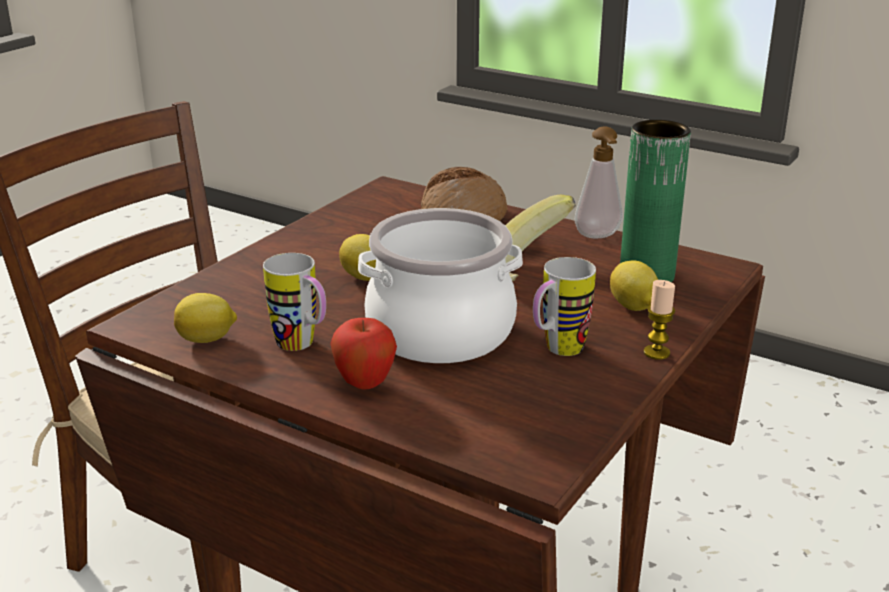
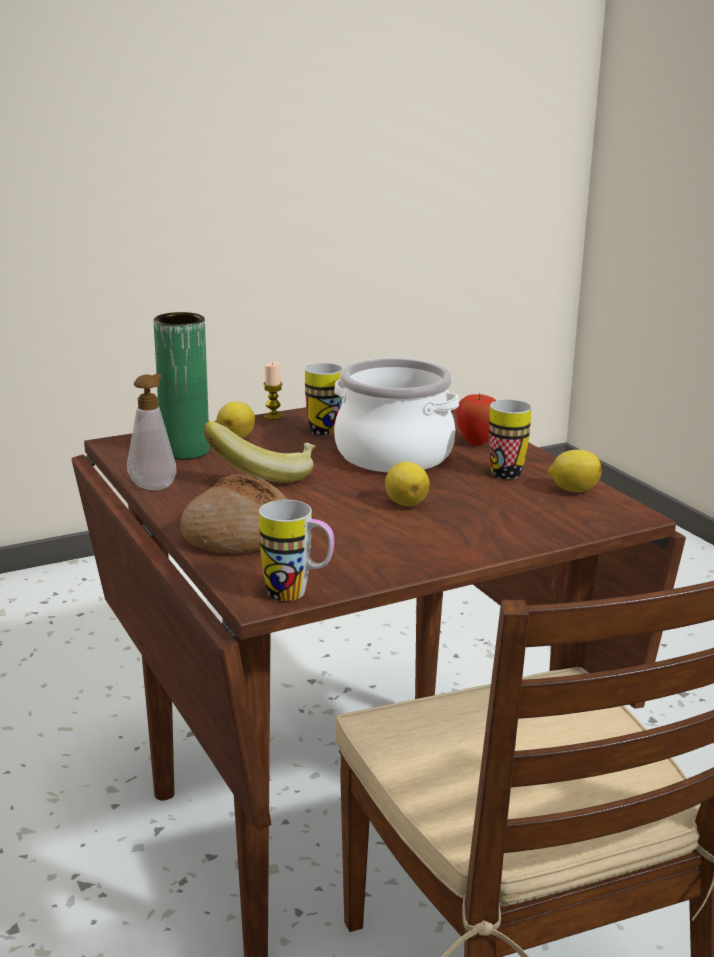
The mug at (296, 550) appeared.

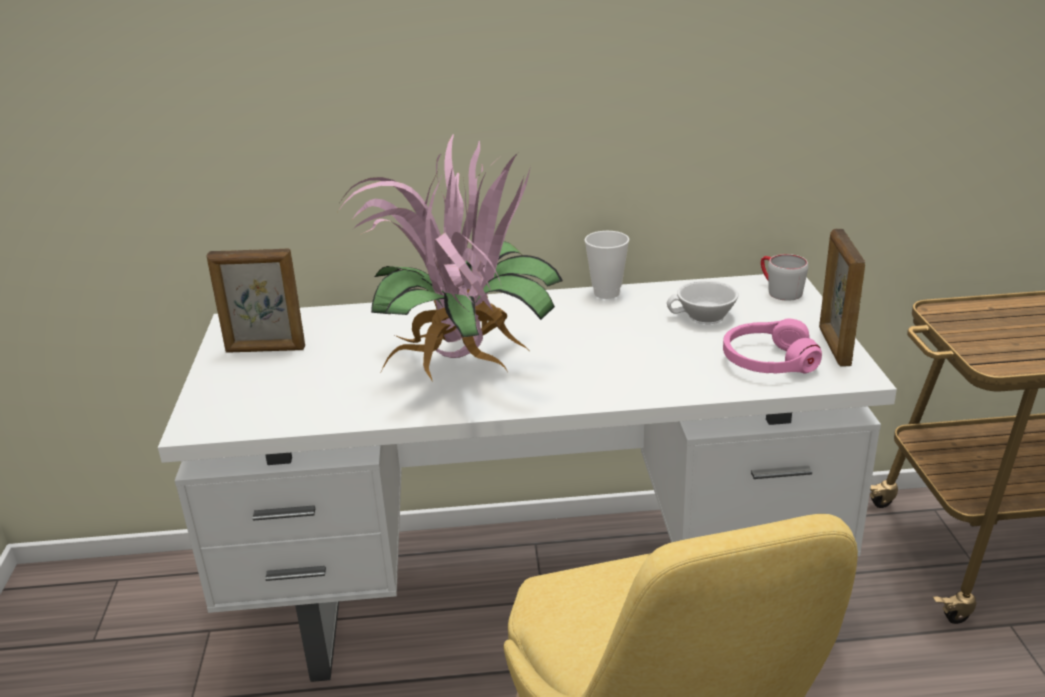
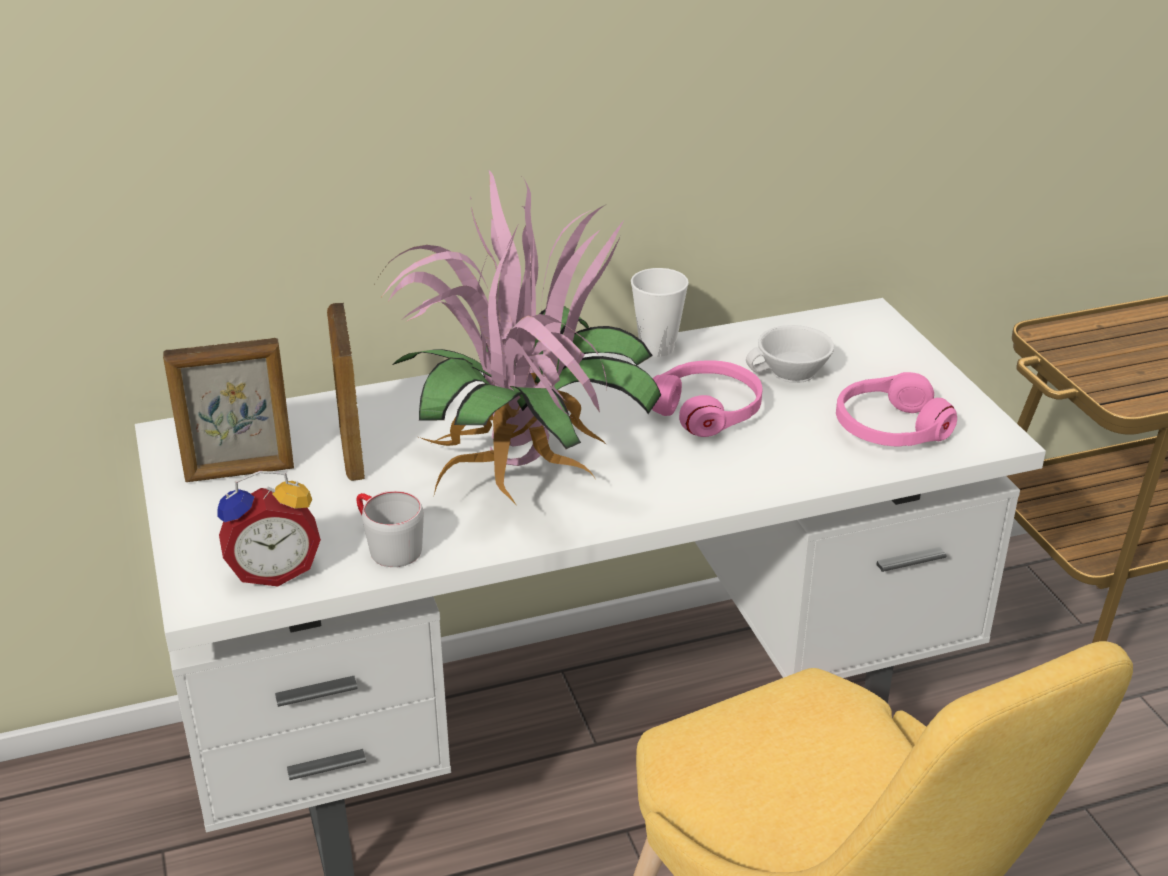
The photo frame moved from (842, 297) to (346, 392).
The greyish mug moved from (784, 277) to (390, 529).
The pink pair of headphones at (707, 398) appeared.
The bedside clock at (269, 528) appeared.

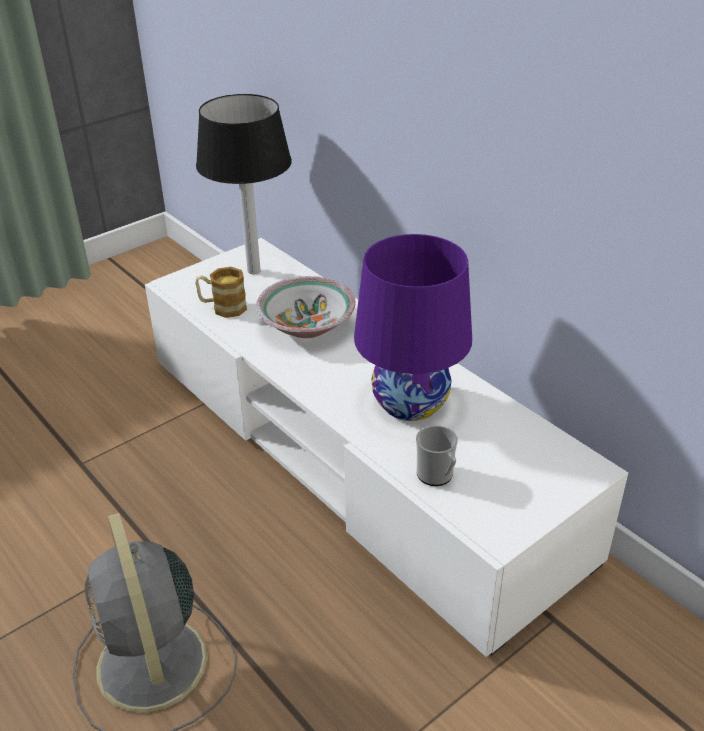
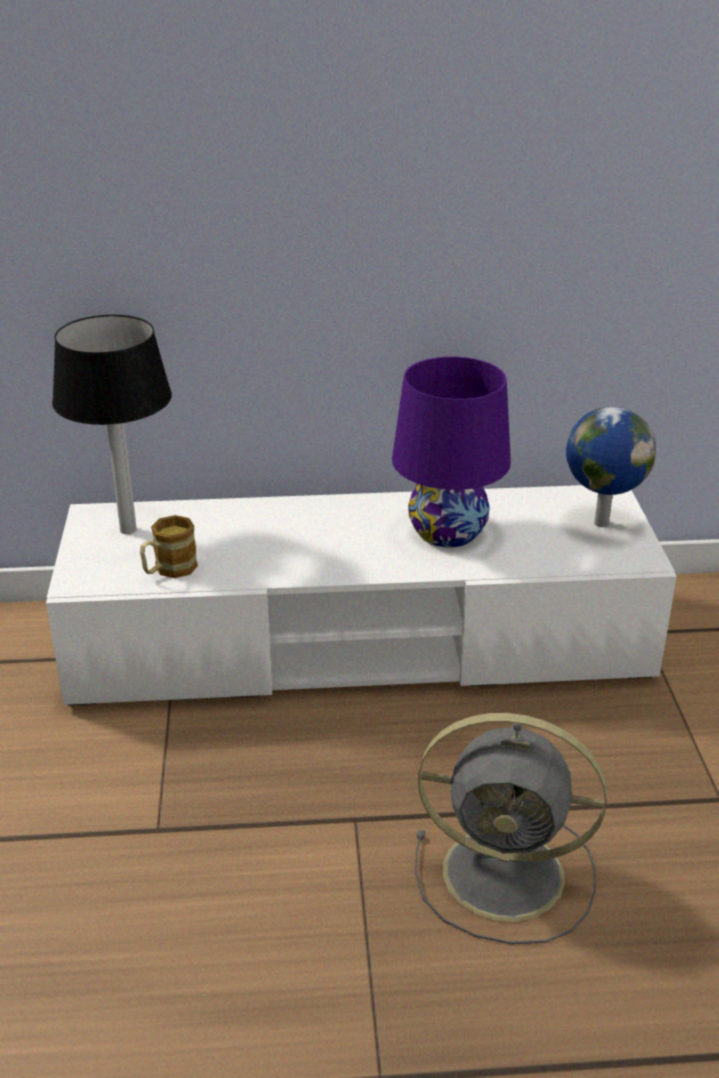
The deep dish at (306, 307) disappeared.
The mug at (436, 455) disappeared.
The globe at (611, 466) appeared.

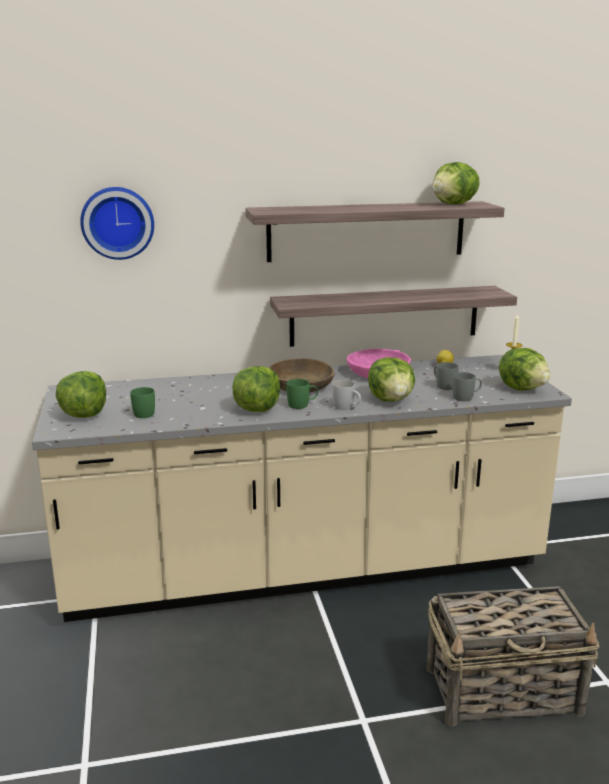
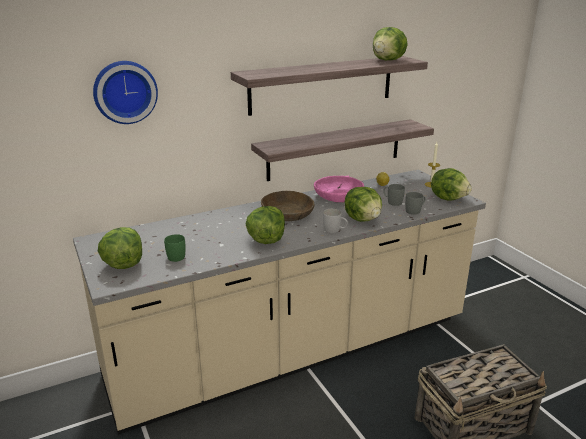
The greenish mug at (302, 394) disappeared.

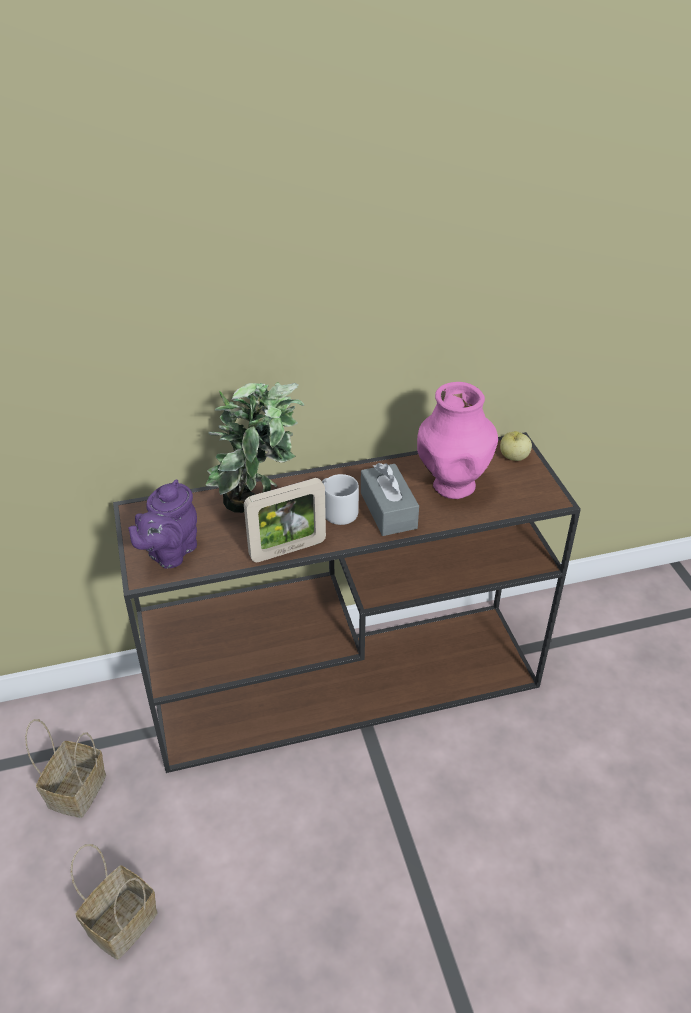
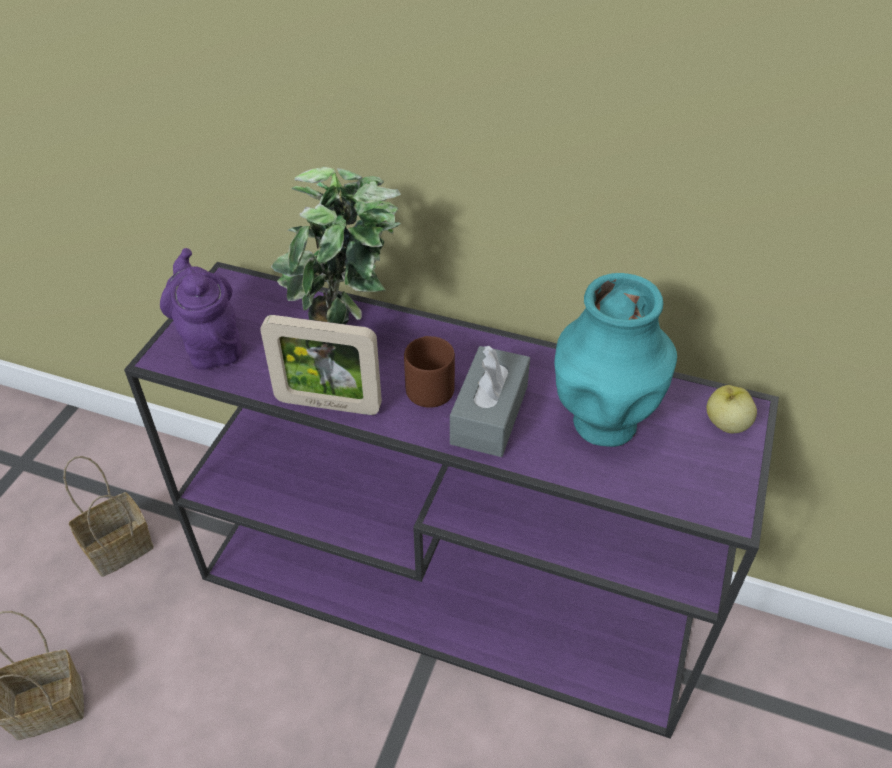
The pink flower vase at (457, 440) became the blue-green flower vase at (615, 360).
The brownish console table at (347, 602) became the purplish console table at (451, 500).
The greyish mug at (340, 499) became the brownish mug at (429, 372).
The purplish pot for tea at (162, 524) turned 90 degrees clockwise.

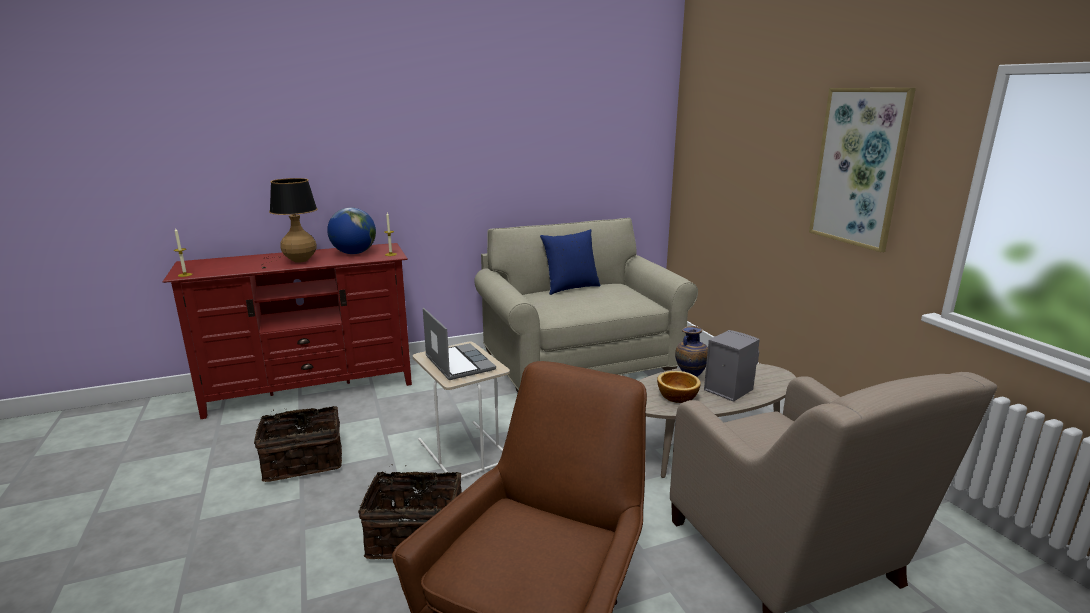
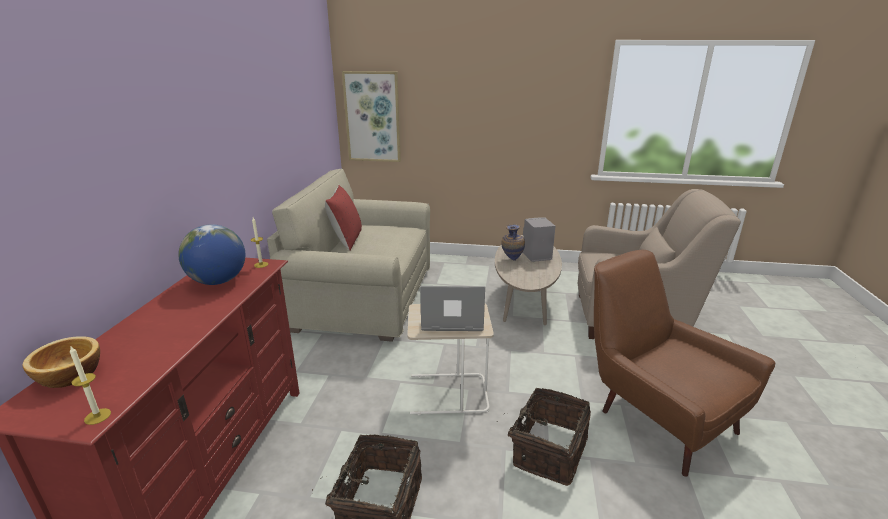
The wall art moved from (862, 170) to (371, 116).
The table lamp at (290, 223) disappeared.
The bluish pillow at (570, 262) became the red pillow at (343, 218).
The deep dish moved from (679, 387) to (61, 362).

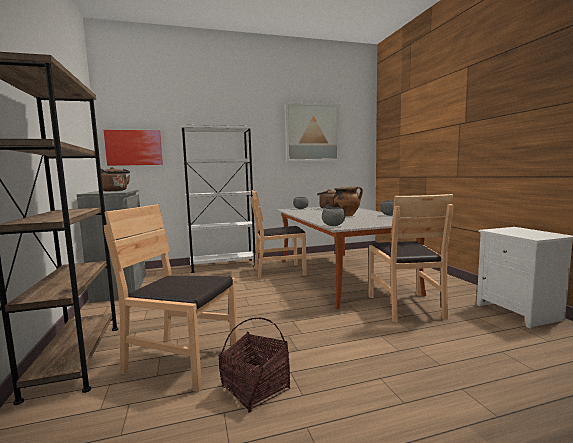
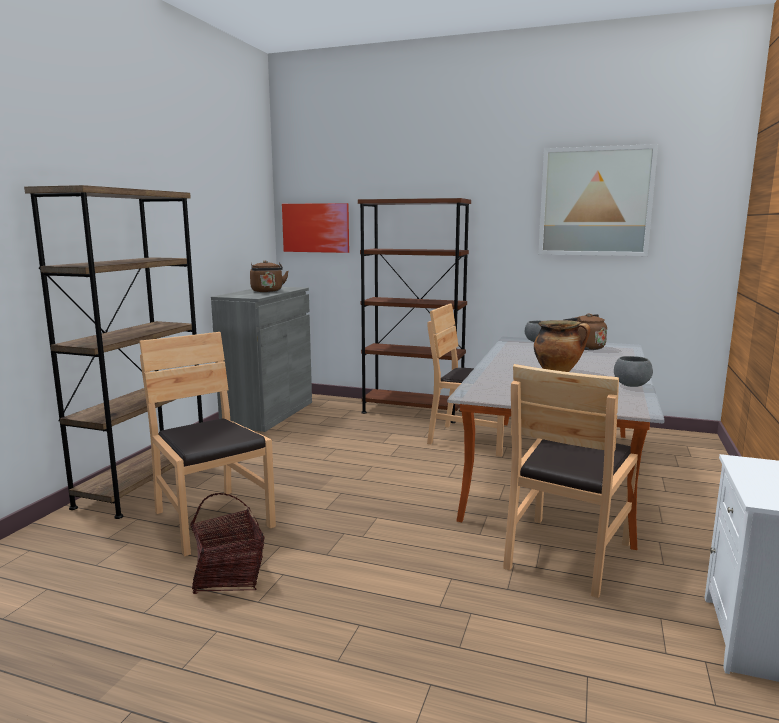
The white-coloured bookcase at (217, 199) became the brownish bookcase at (414, 310).
The greyish deep dish at (333, 217) disappeared.

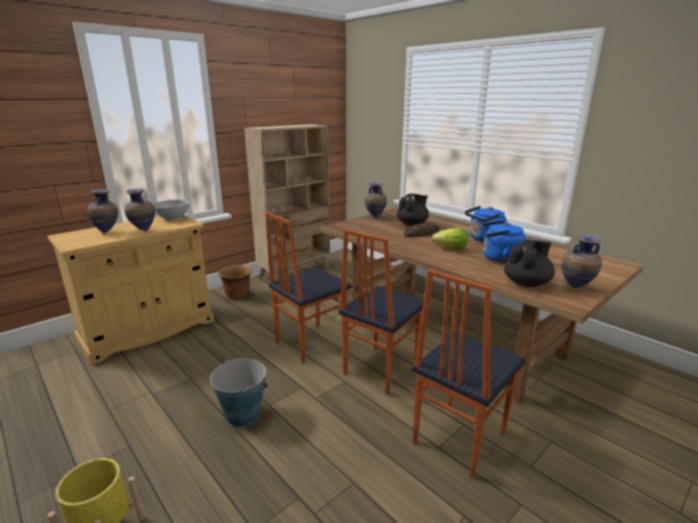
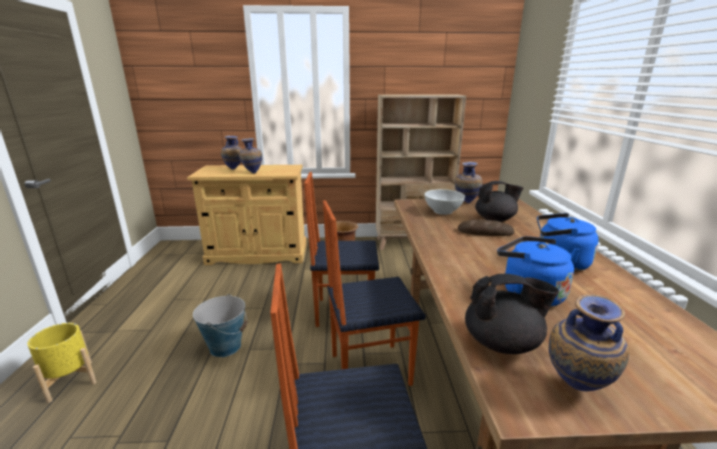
The white-coloured deep dish moved from (171, 210) to (444, 202).
The lettuce at (449, 238) disappeared.

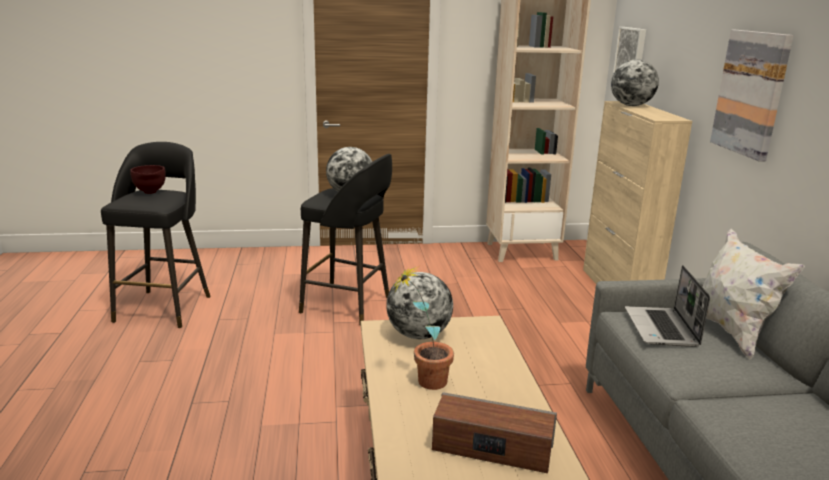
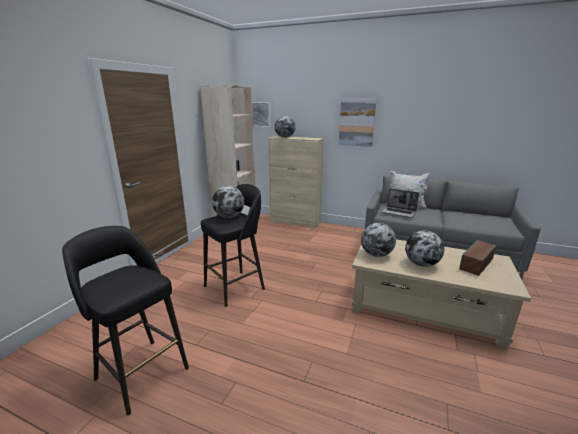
The brownish deep dish at (148, 179) disappeared.
The plant in a pot at (423, 328) was replaced by the globe at (424, 249).

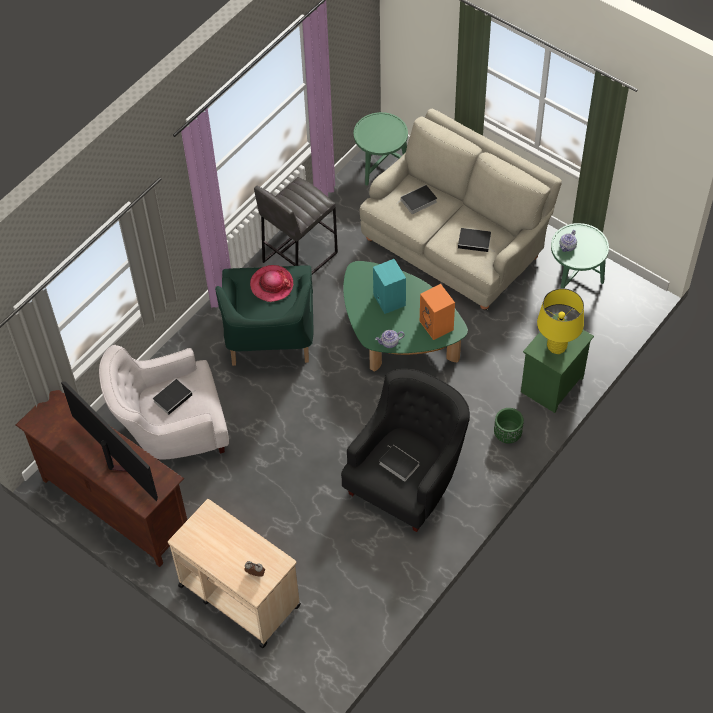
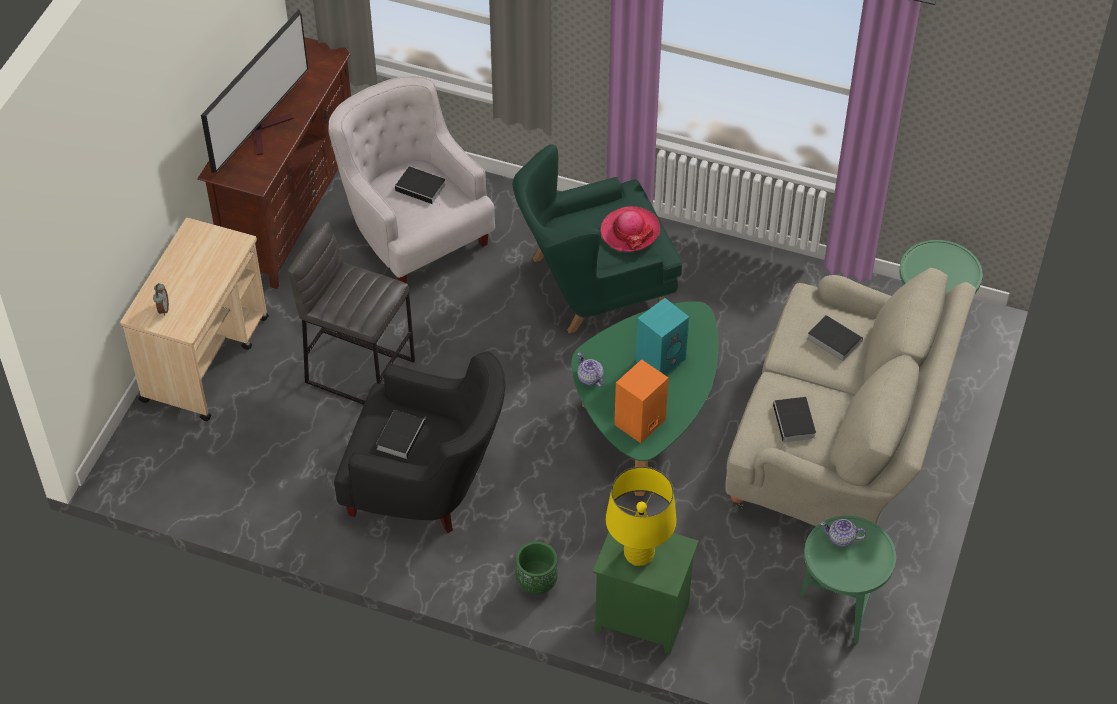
The greyish sitting stool moved from (296, 226) to (351, 312).

